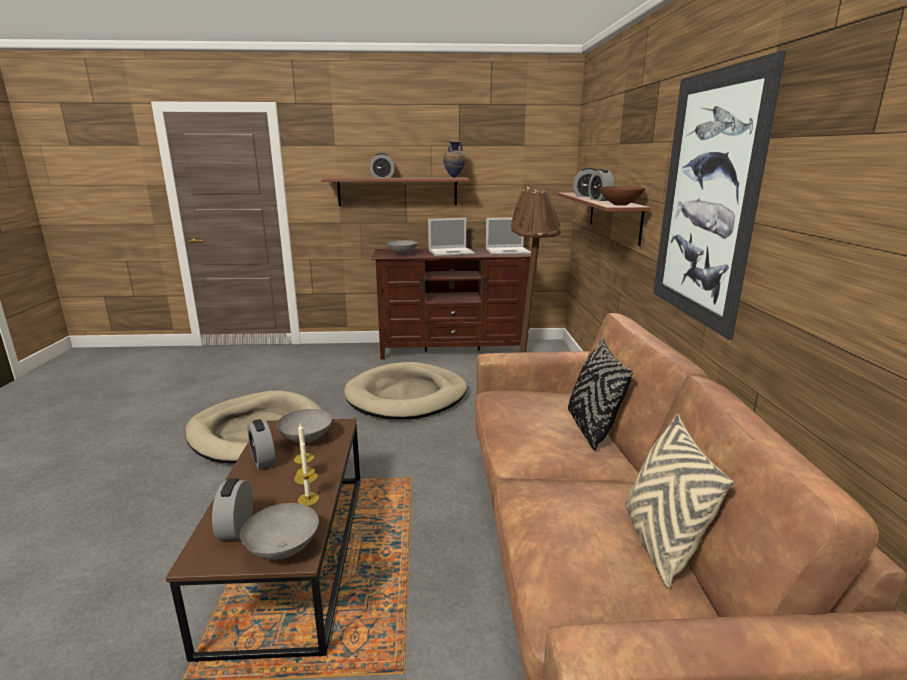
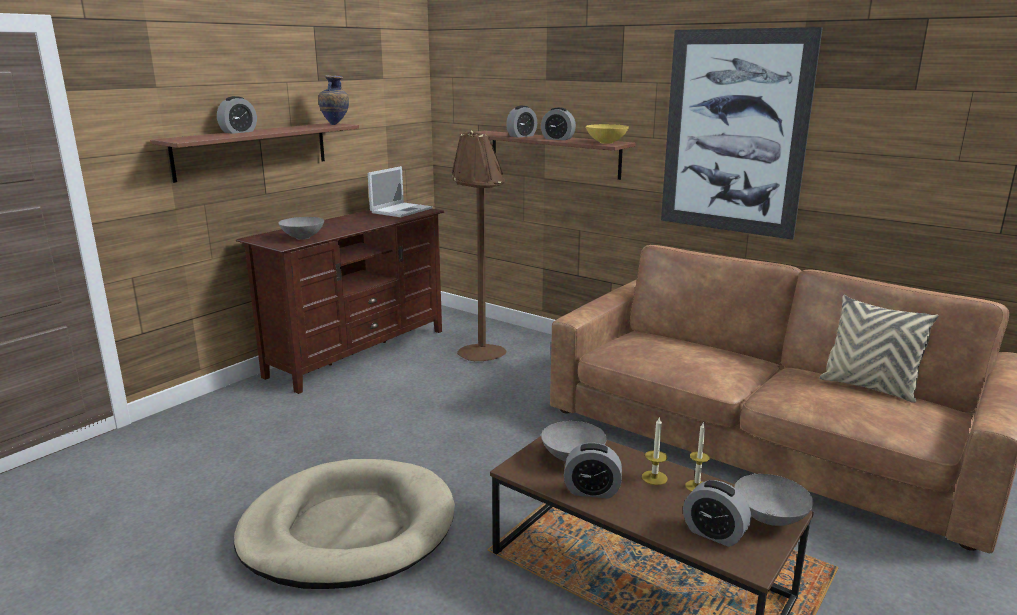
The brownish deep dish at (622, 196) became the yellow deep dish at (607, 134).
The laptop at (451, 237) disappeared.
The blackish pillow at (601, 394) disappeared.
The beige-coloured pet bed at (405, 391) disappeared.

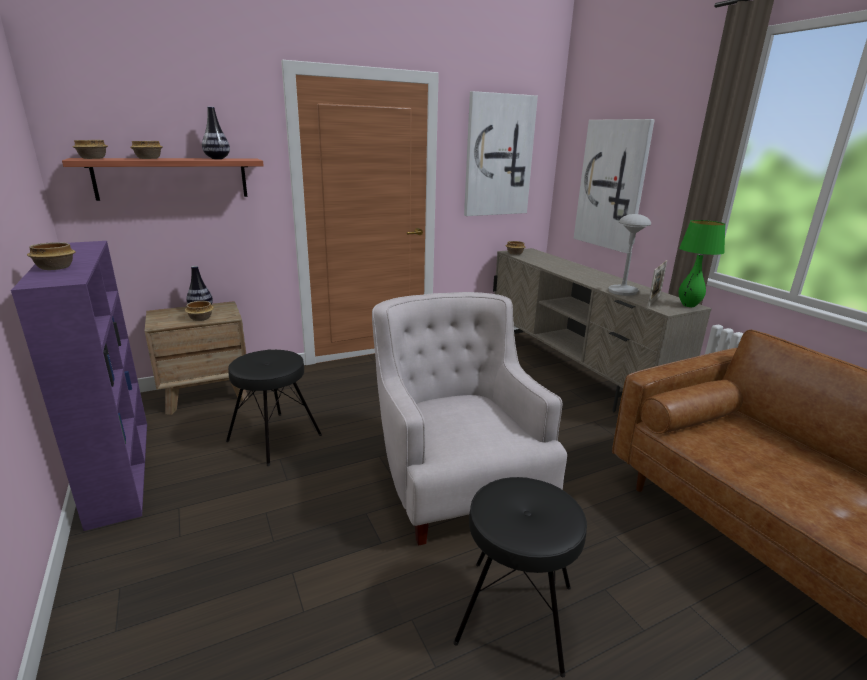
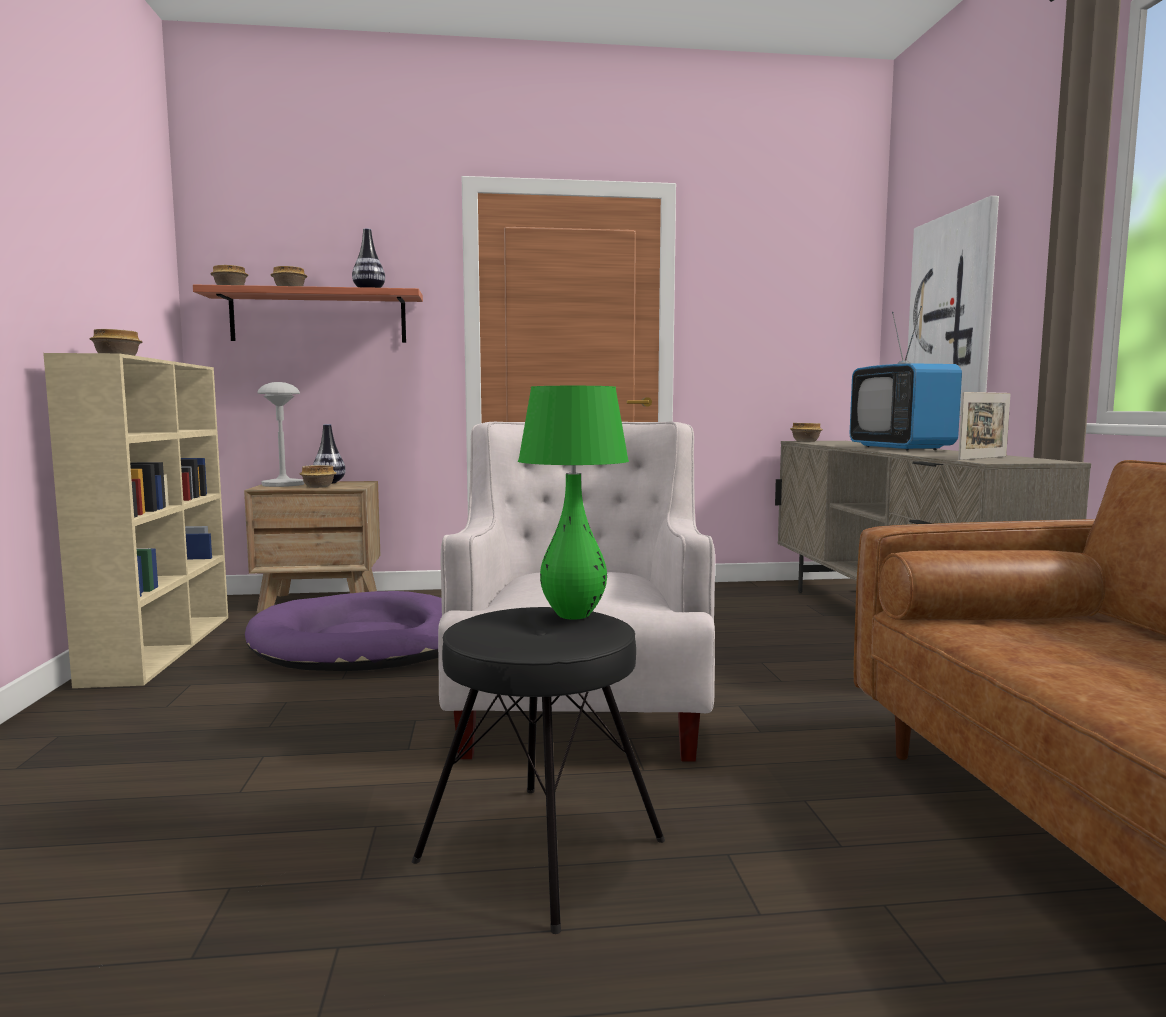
The wall art at (501, 153) disappeared.
The greyish table lamp moved from (629, 255) to (281, 434).
The greenish table lamp moved from (702, 263) to (573, 503).
The purplish bookcase at (79, 386) became the beige-coloured bookcase at (135, 520).
The blackish sitting stool at (274, 408) was replaced by the purplish pet bed at (343, 631).
The TV at (905, 378) appeared.

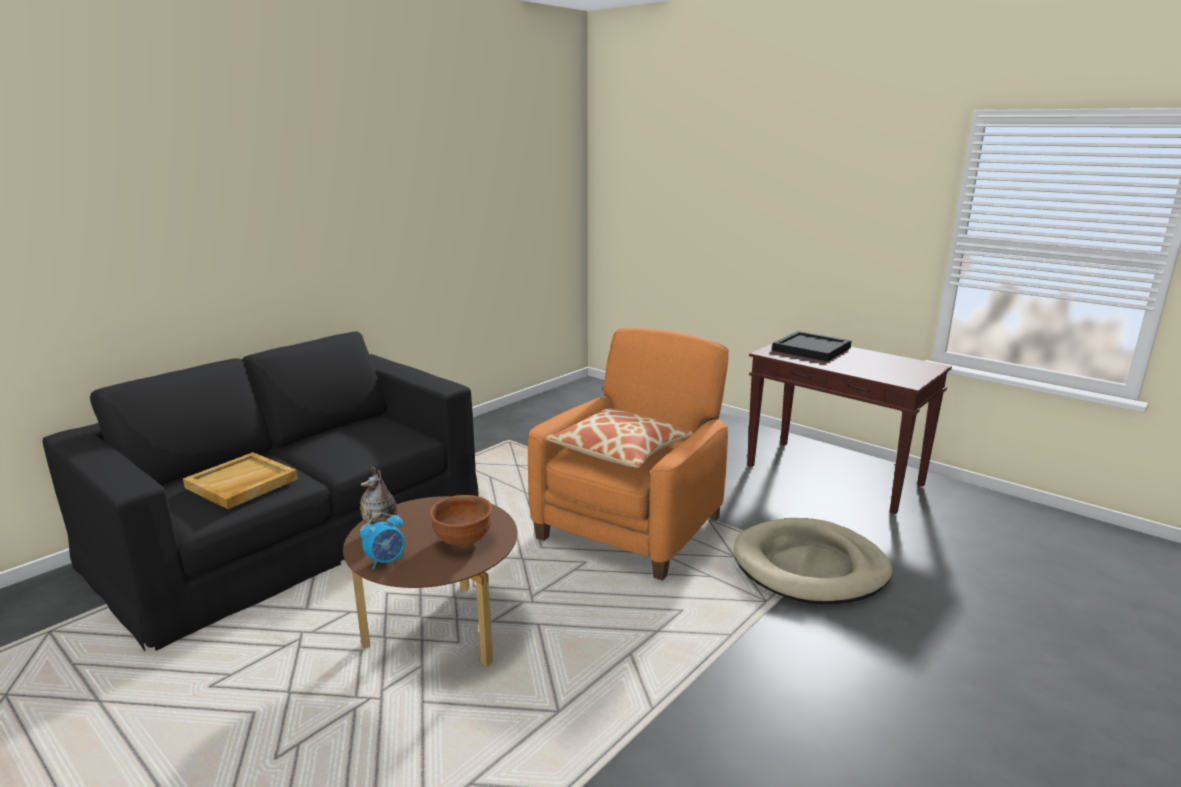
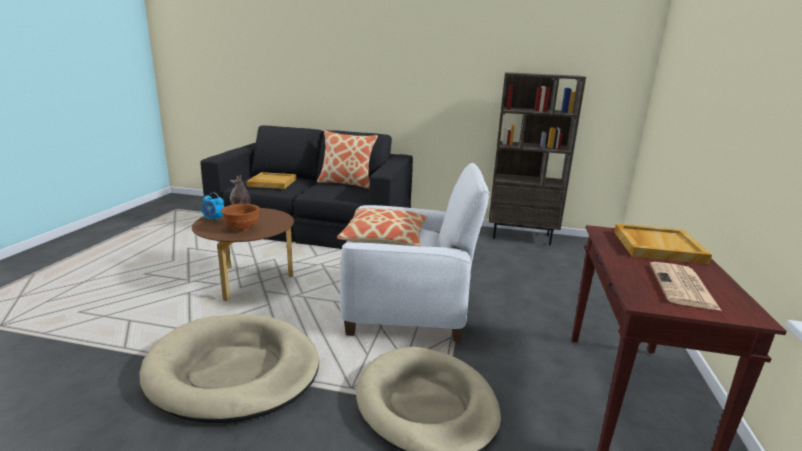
The orange-coloured lounge chair at (628, 454) became the white-coloured lounge chair at (414, 252).
The blackish tray at (812, 346) became the beige-coloured tray at (663, 244).
The brownish bookcase at (537, 158) appeared.
The pillow at (347, 159) appeared.
The printed paper at (686, 286) appeared.
The beige-coloured pet bed at (229, 368) appeared.

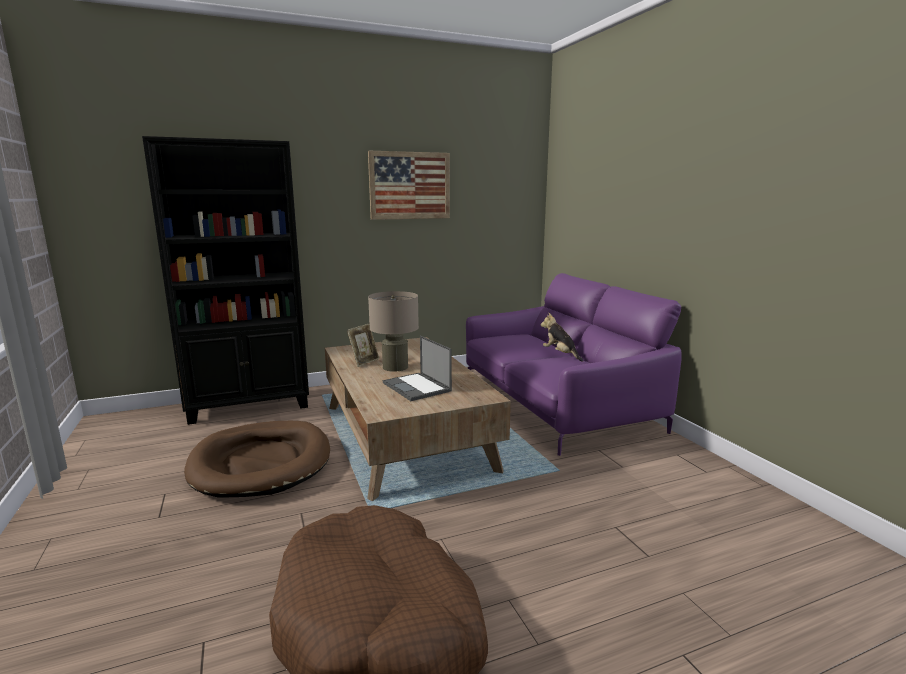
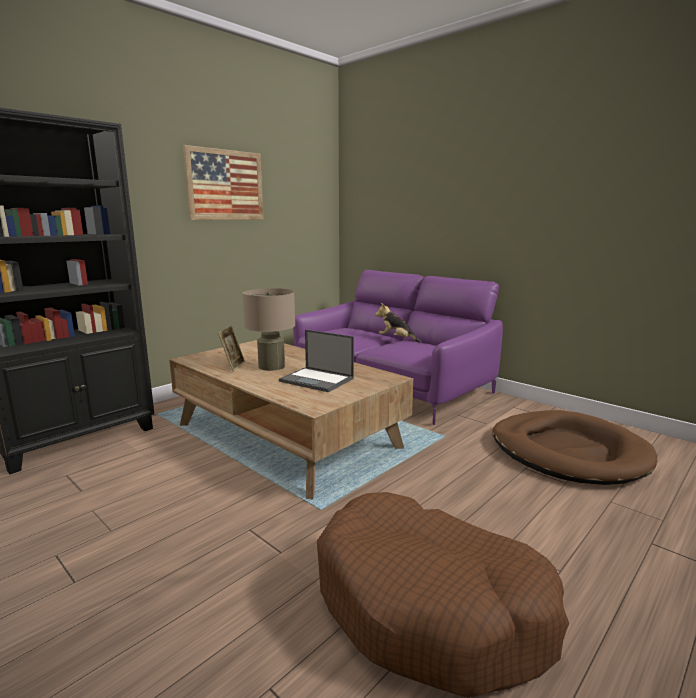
The brownish pet bed moved from (257, 459) to (574, 447).

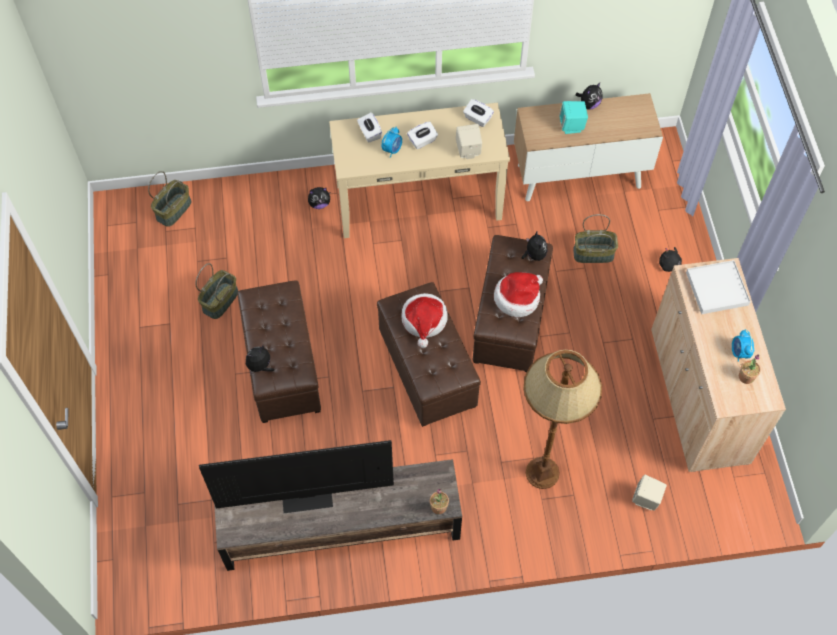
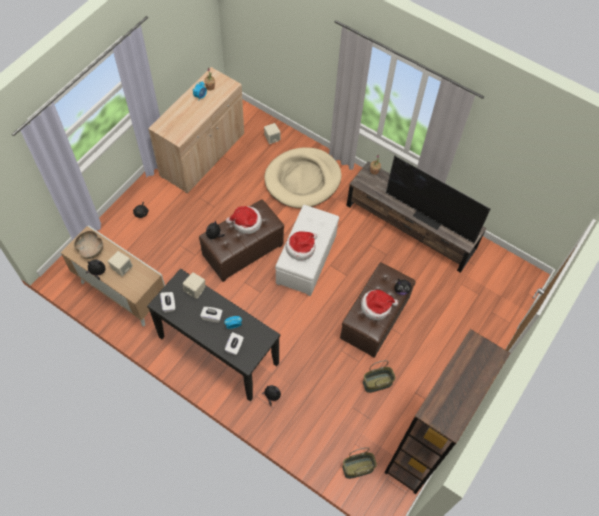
The blue-green audio speaker at (573, 117) became the beige-coloured audio speaker at (120, 263).
The beige-coloured console table at (419, 170) became the blackish console table at (213, 335).
The storage basket at (595, 238) disappeared.
The white-coloured tray at (718, 287) disappeared.
The brownish ottoman at (429, 354) became the white-coloured ottoman at (307, 250).
The brownish floor lamp at (562, 419) was replaced by the beige-coloured pet bed at (303, 177).
The brownish deep dish at (88, 245) appeared.
The wearable hat at (379, 305) appeared.
The brownish bookcase at (447, 411) appeared.

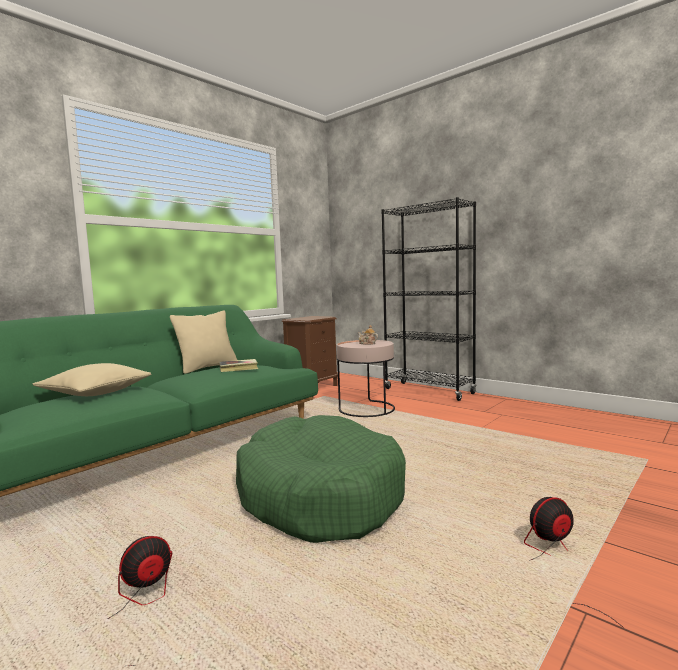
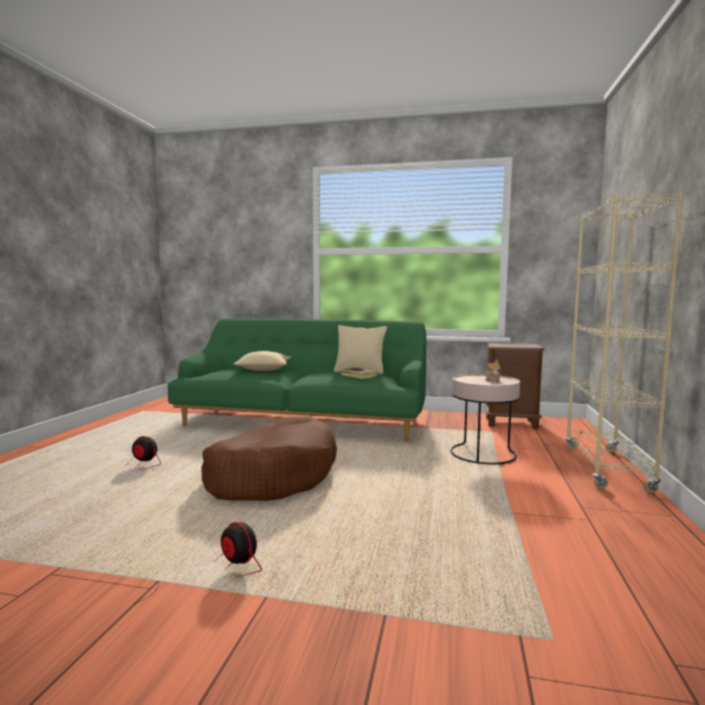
The blackish bookcase at (429, 299) became the beige-coloured bookcase at (624, 343).
The greenish pet bed at (321, 479) became the brownish pet bed at (269, 458).

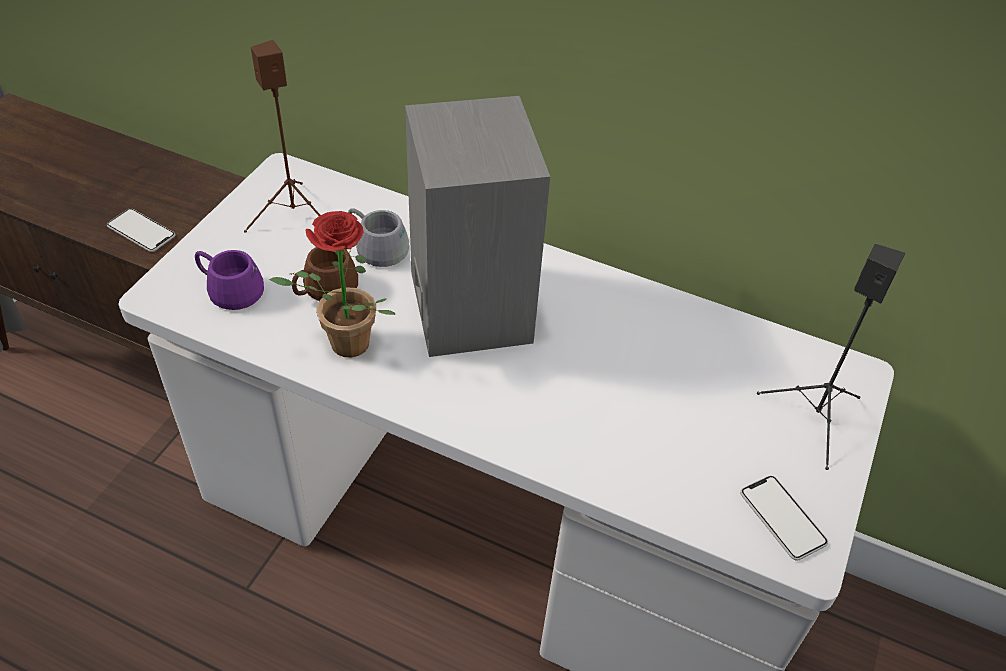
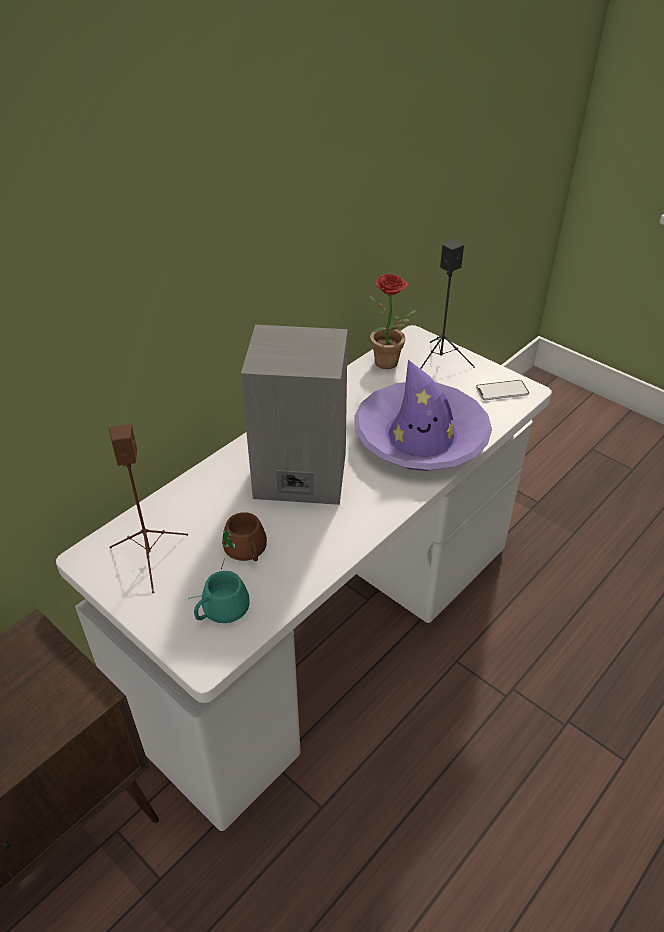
The greyish mug at (378, 237) disappeared.
The handset at (141, 230) disappeared.
The plant in a pot moved from (332, 284) to (392, 321).
The purplish mug at (229, 280) became the blue-green mug at (220, 597).
The purplish wearable hat at (423, 415) appeared.

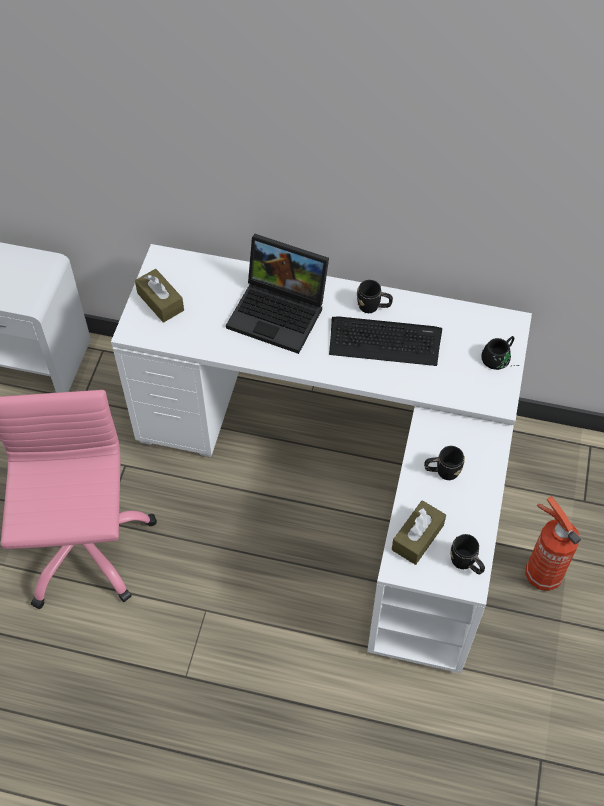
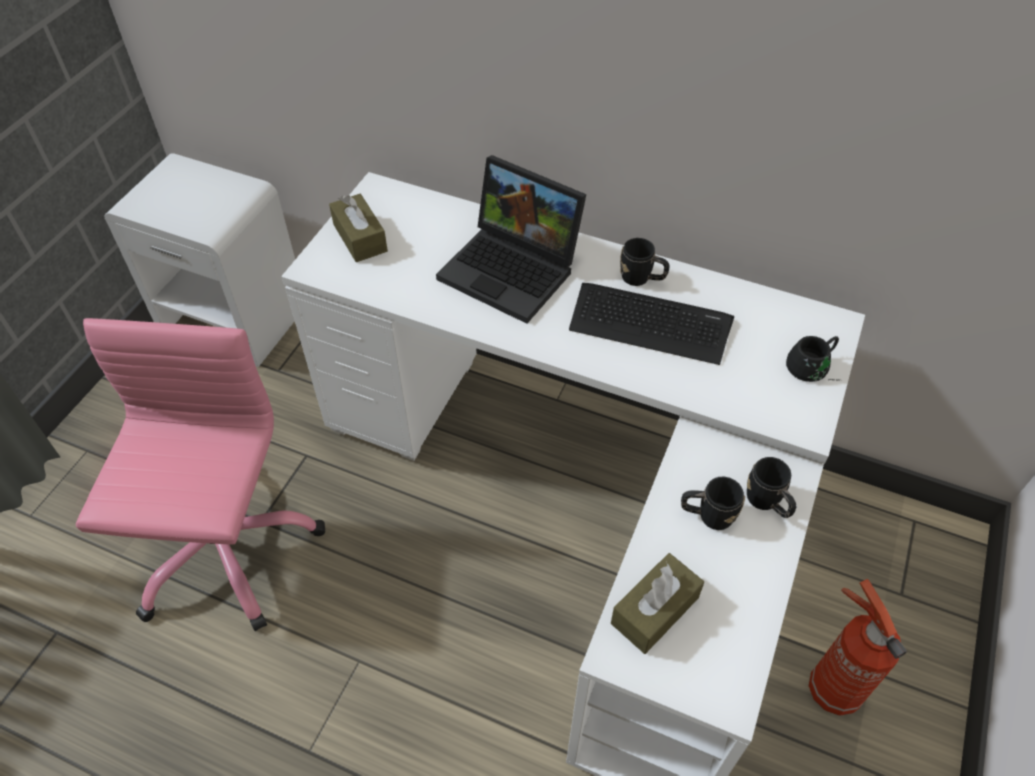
The blackish mug moved from (467, 554) to (771, 487).

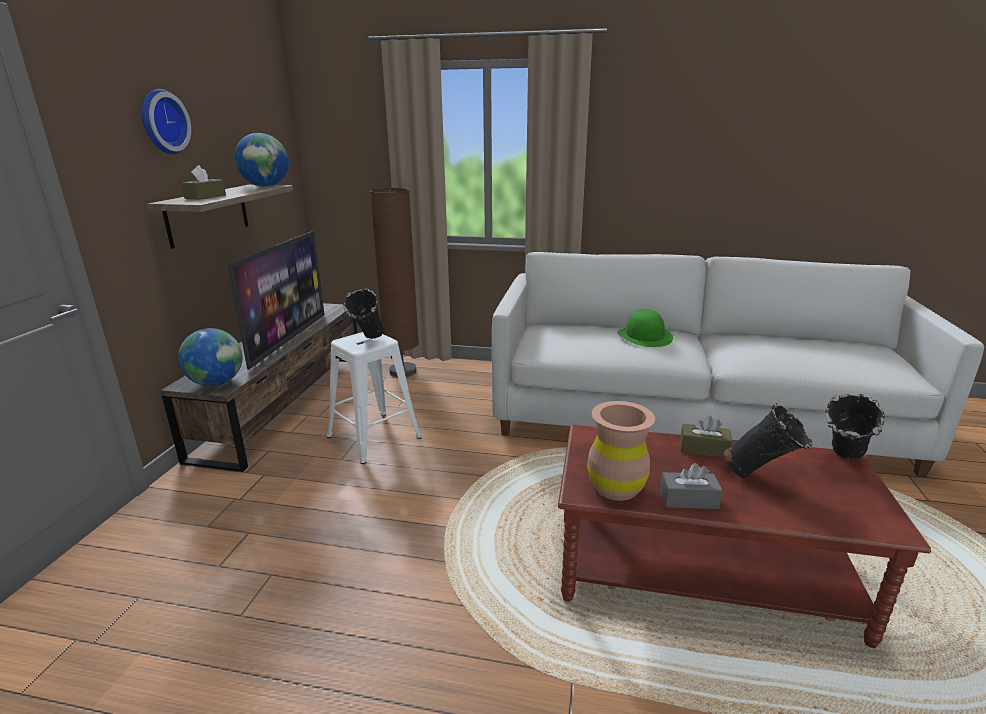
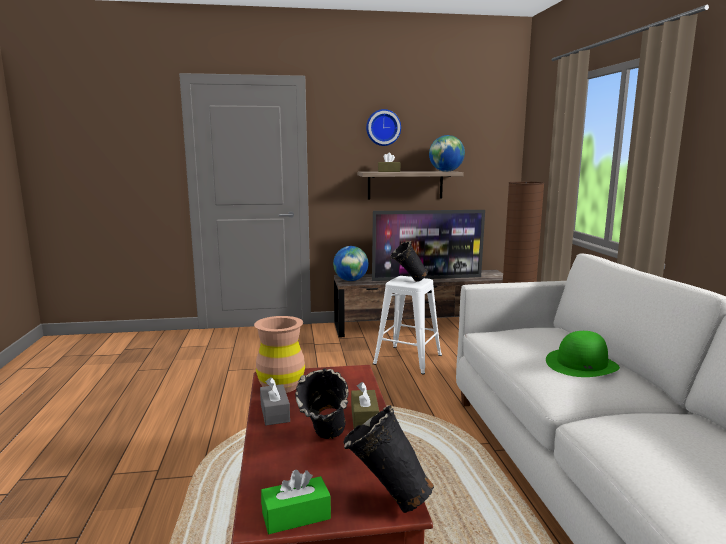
The greenish tissue box at (296, 502) appeared.

